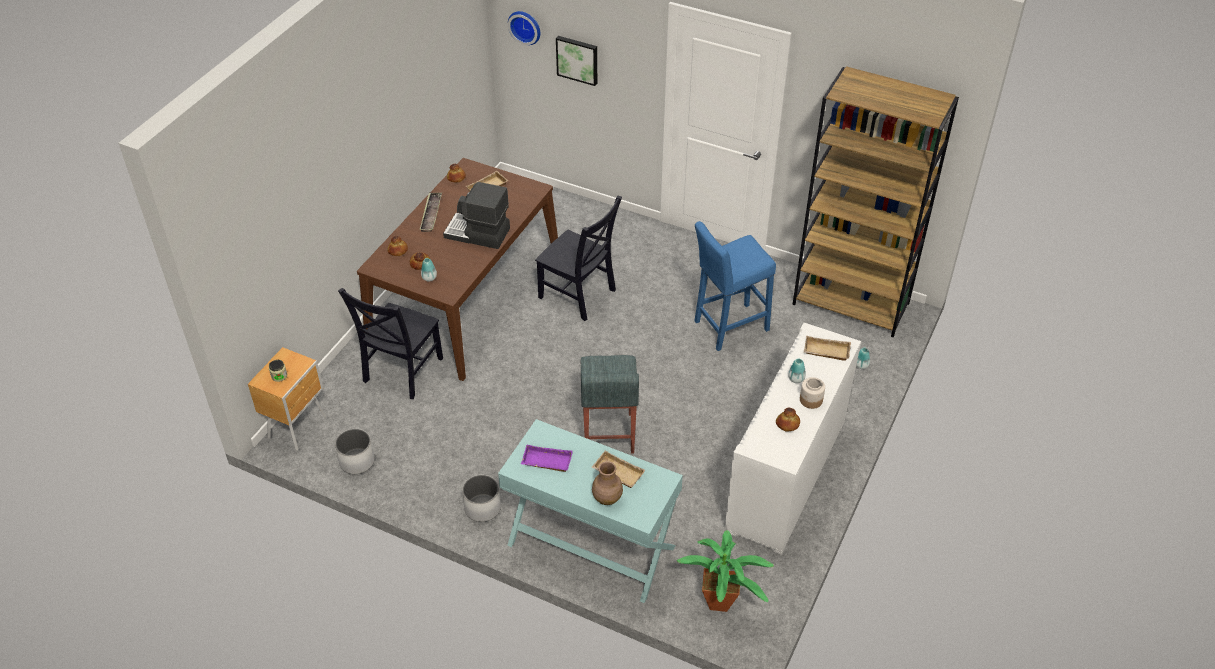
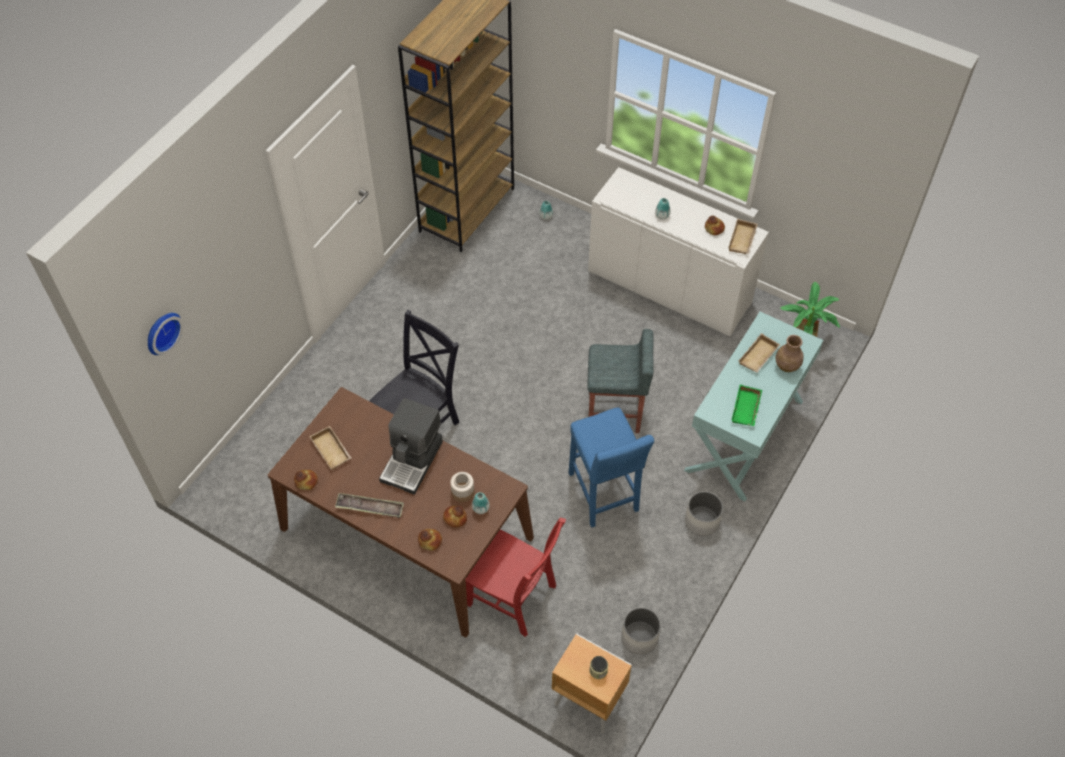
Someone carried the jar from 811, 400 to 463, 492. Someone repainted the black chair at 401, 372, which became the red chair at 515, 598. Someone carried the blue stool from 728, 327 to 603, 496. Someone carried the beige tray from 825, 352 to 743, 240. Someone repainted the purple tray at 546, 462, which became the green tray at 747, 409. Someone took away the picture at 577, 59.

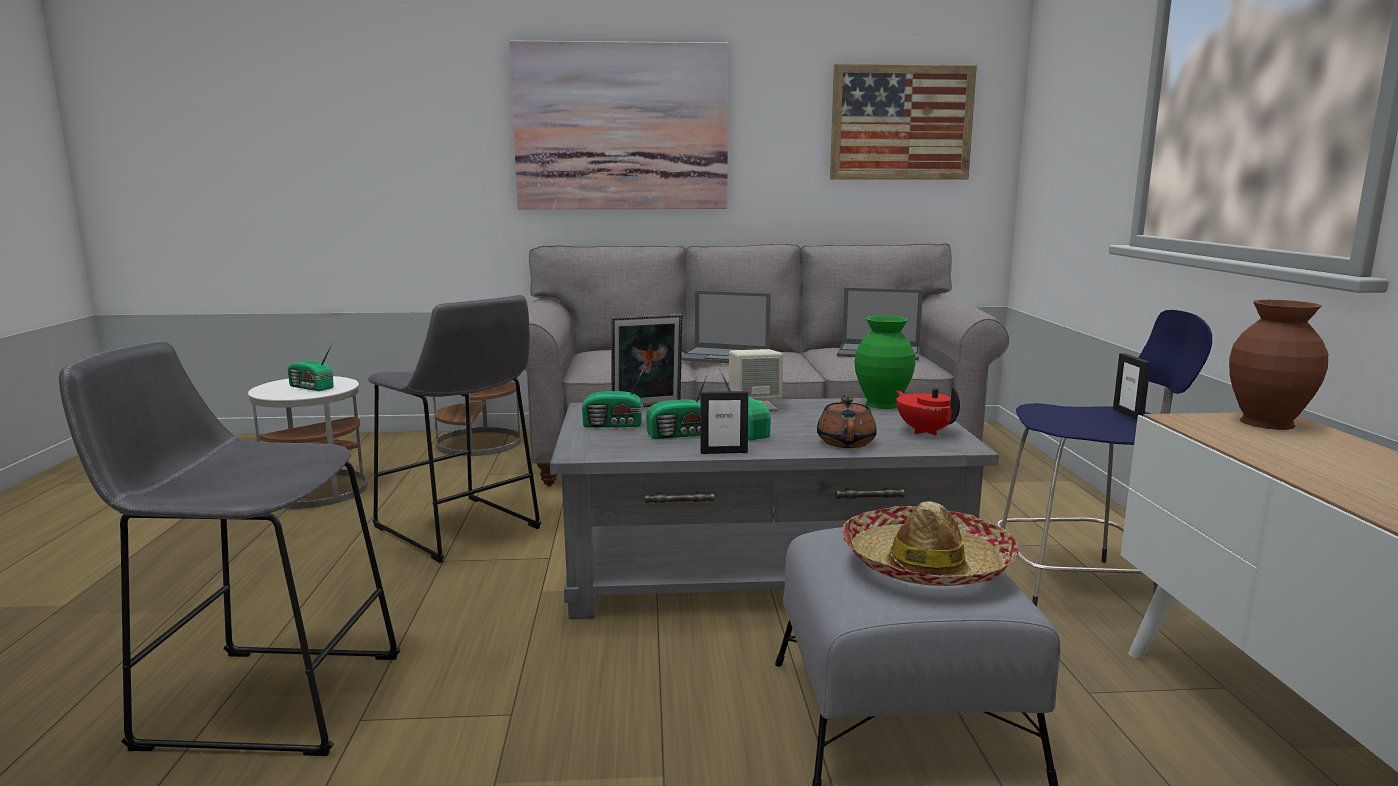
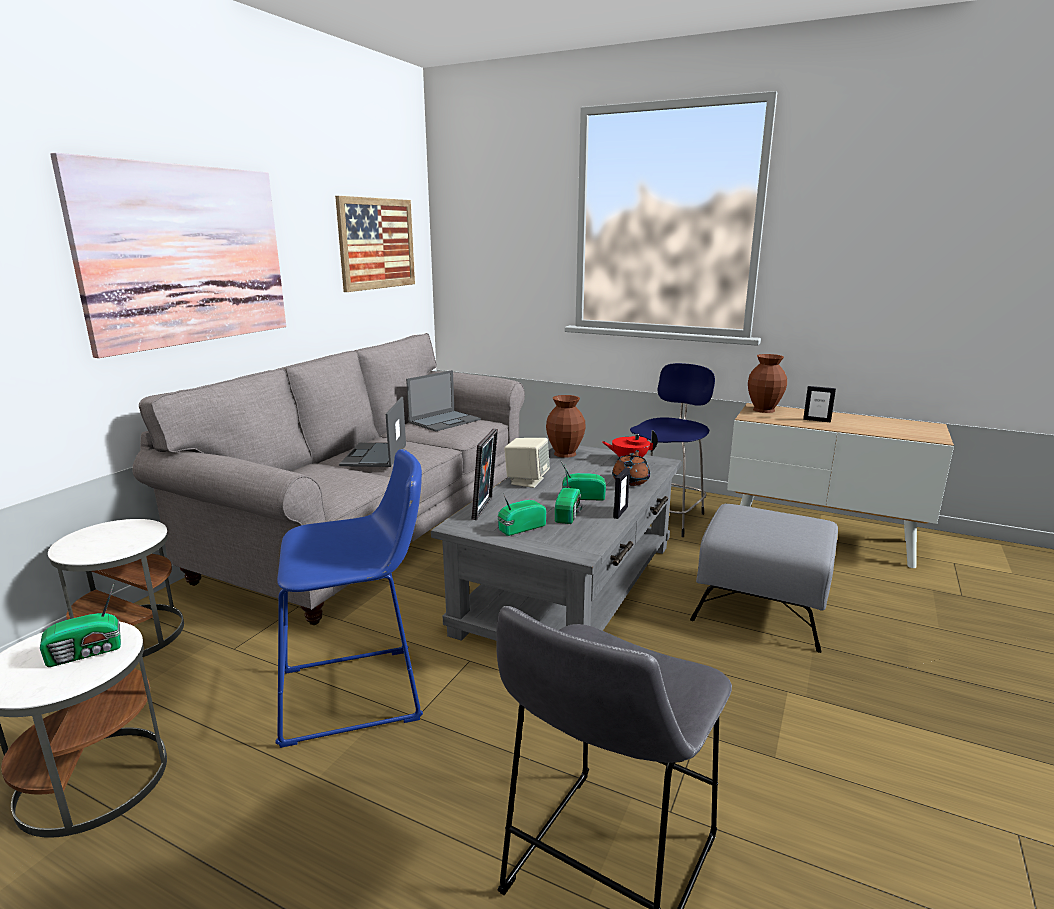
Someone repainted the grey stool at 461, 530, which became the blue stool at 359, 693. Someone rotated the laptop at 725, 356 by 135 degrees clockwise. Someone rotated the radio at 614, 425 by 150 degrees counterclockwise. Someone repainted the green vase at 882, 404, which became the brown vase at 564, 453. Someone rotated the brown teapot at 846, 442 by 75 degrees clockwise. Someone carried the picture frame from 1128, 414 to 816, 420. Someone took away the hat at 925, 564.

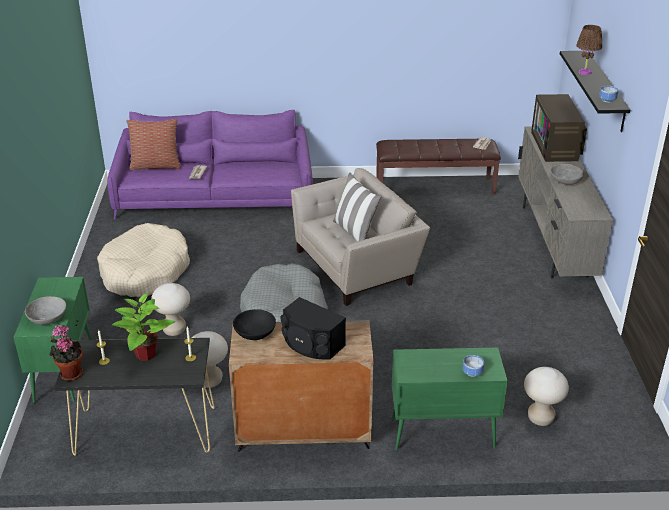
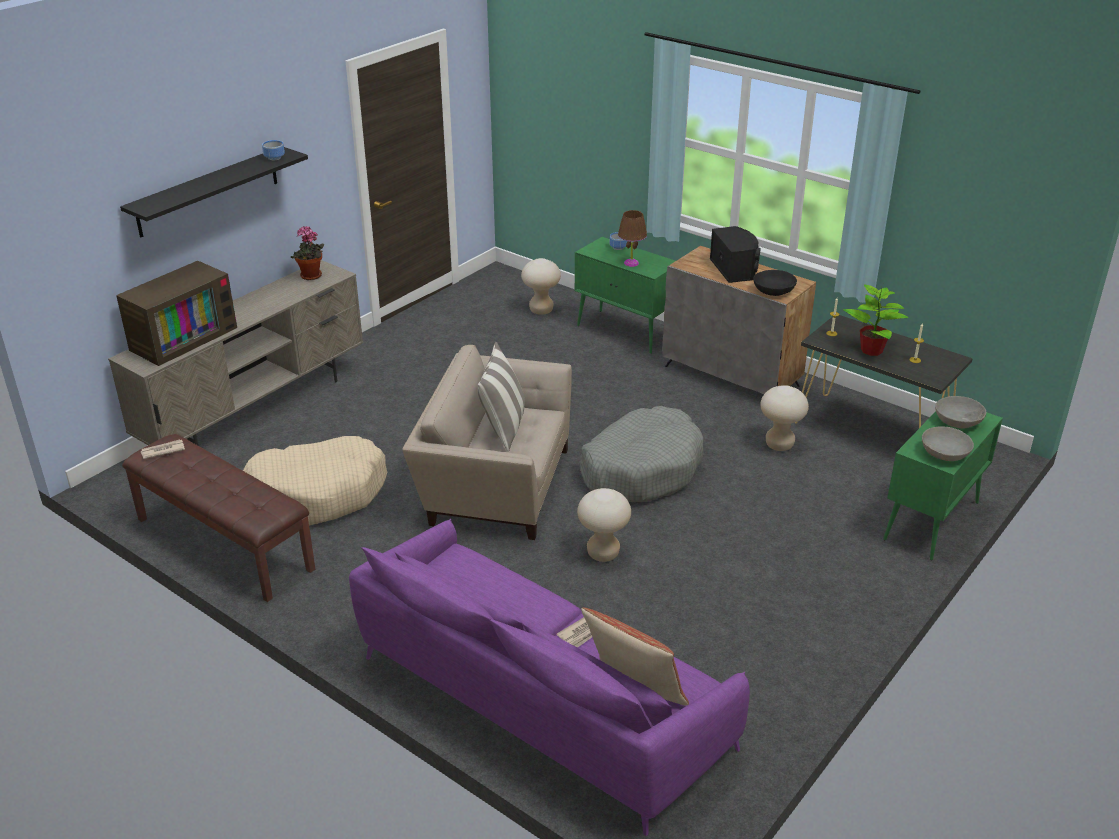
Someone carried the beige dog bed from 145, 272 to 318, 493. Someone carried the potted plant from 70, 373 to 311, 277. Someone carried the beige stool from 174, 330 to 603, 553. Someone carried the brown table lamp from 584, 72 to 631, 263. Someone carried the grey bowl from 565, 180 to 945, 454.

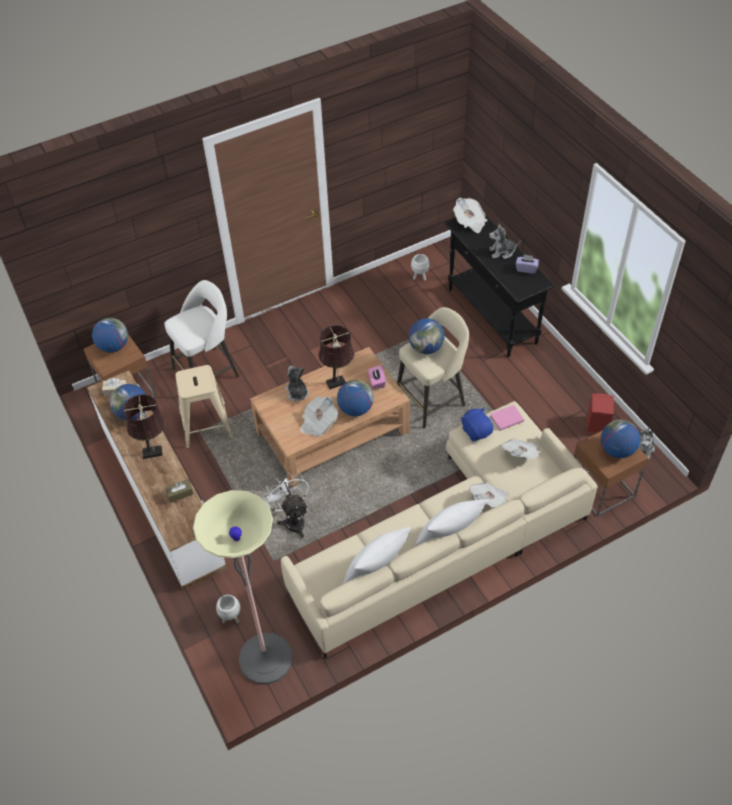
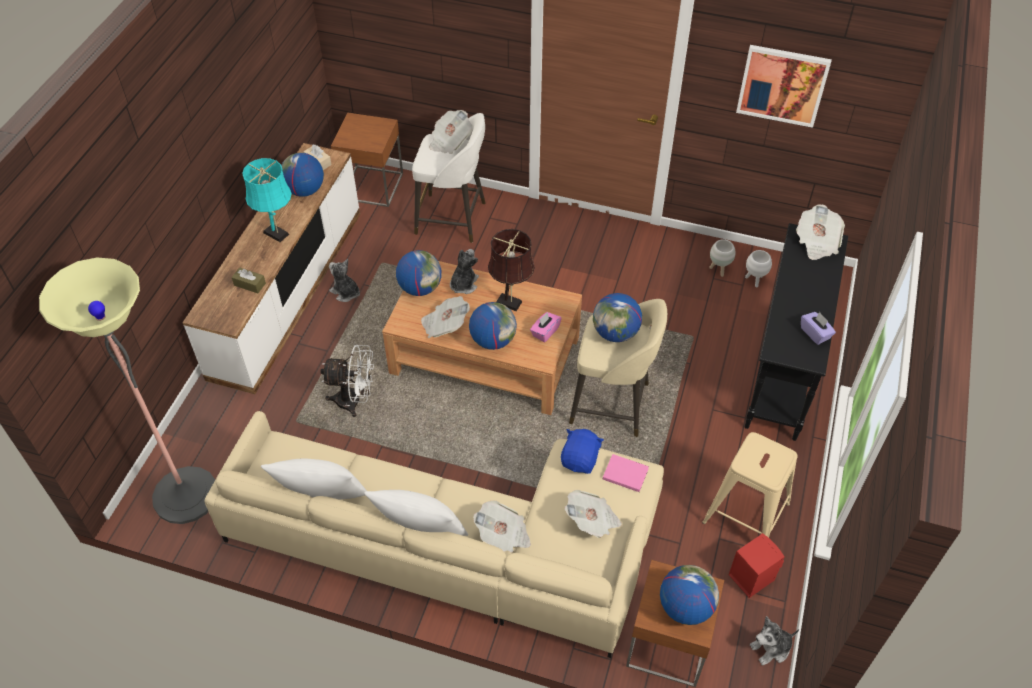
Someone repainted the brown table lamp at 154, 452, which became the turquoise table lamp at 278, 235. Someone rotated the white fan at 293, 519 by 75 degrees clockwise. Someone carried the plush toy from 502, 252 to 345, 292. Someone carried the globe from 113, 346 to 420, 288. Someone put down the newspaper at 450, 142. Someone carried the beige stool from 205, 425 to 746, 513. Someone carried the white planter from 231, 618 to 719, 269. Someone put up the picture at 782, 85.

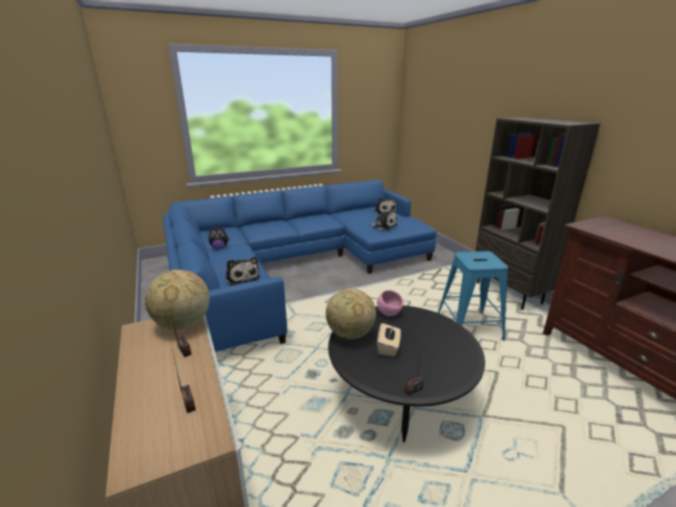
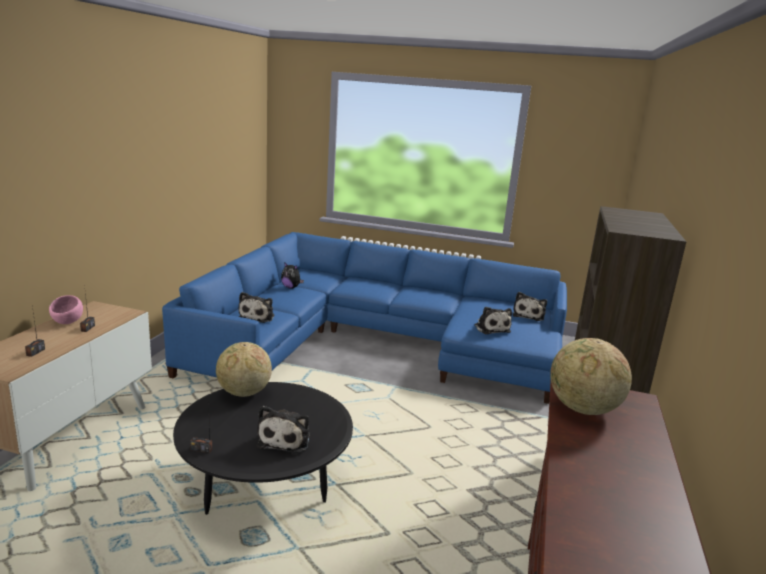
Someone carried the pink bowl from 389, 313 to 68, 322. Someone put down the plush toy at 285, 439. Someone carried the globe from 182, 324 to 582, 409. Someone took away the beige tissue box at 388, 347. Someone took away the blue stool at 468, 327.

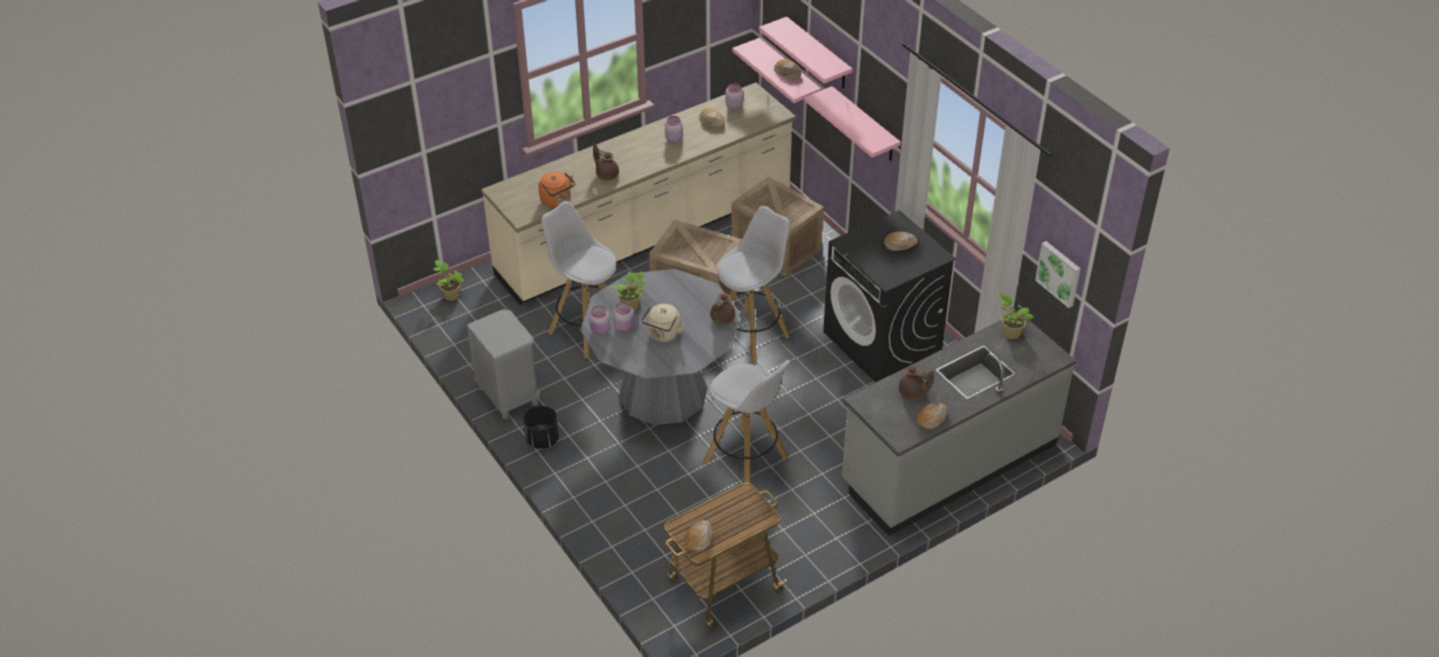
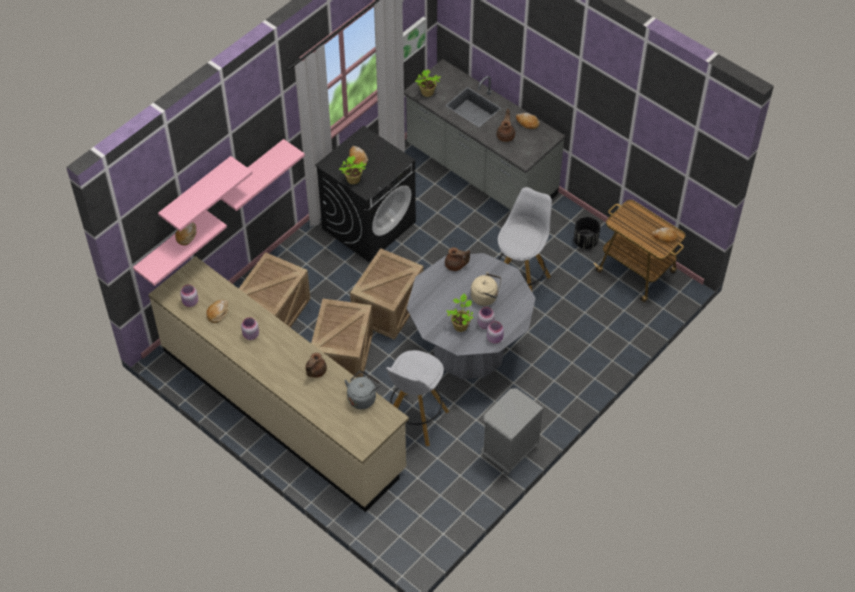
Someone carried the potted plant from 450, 295 to 353, 180. Someone repainted the orange kettle at 557, 201, which became the grey kettle at 362, 397. Someone swapped the white stool at 751, 336 for the crate at 387, 307. Someone carried the black planter from 542, 440 to 586, 241.

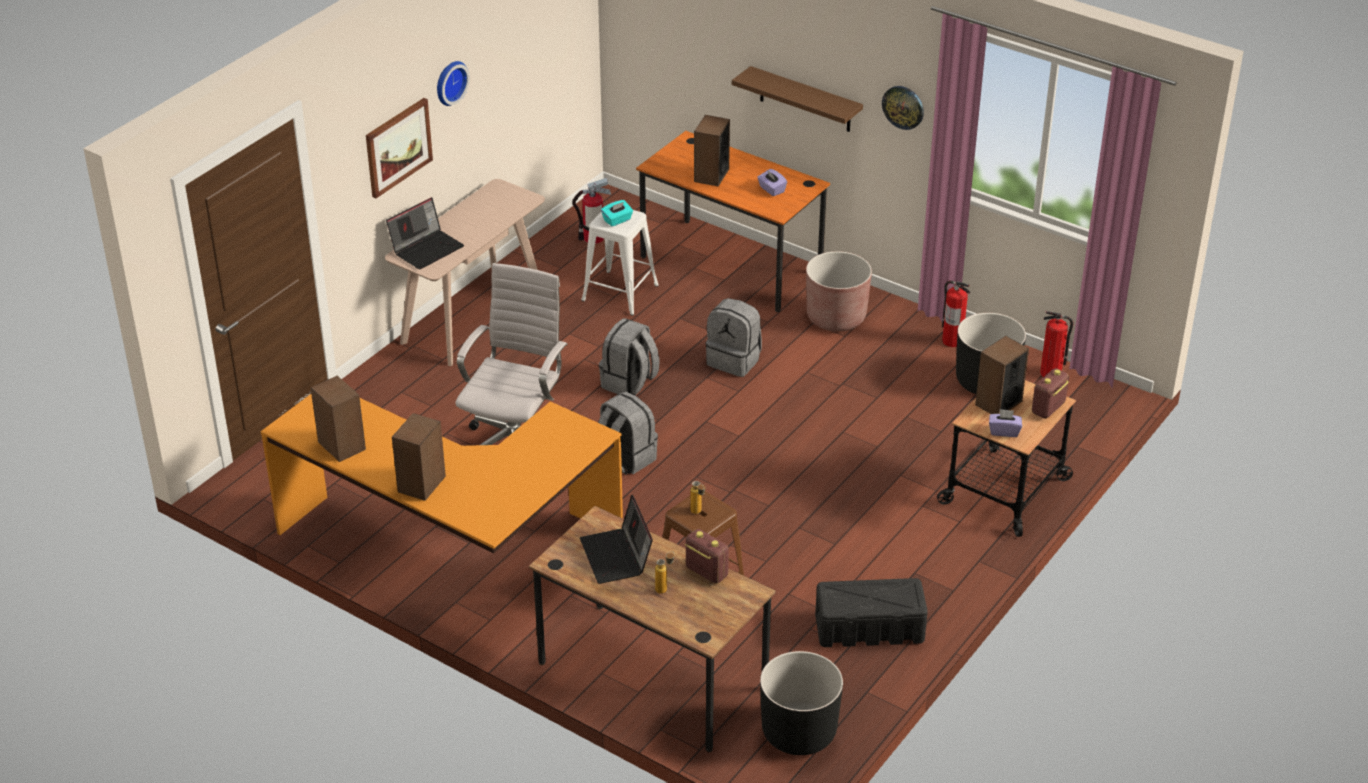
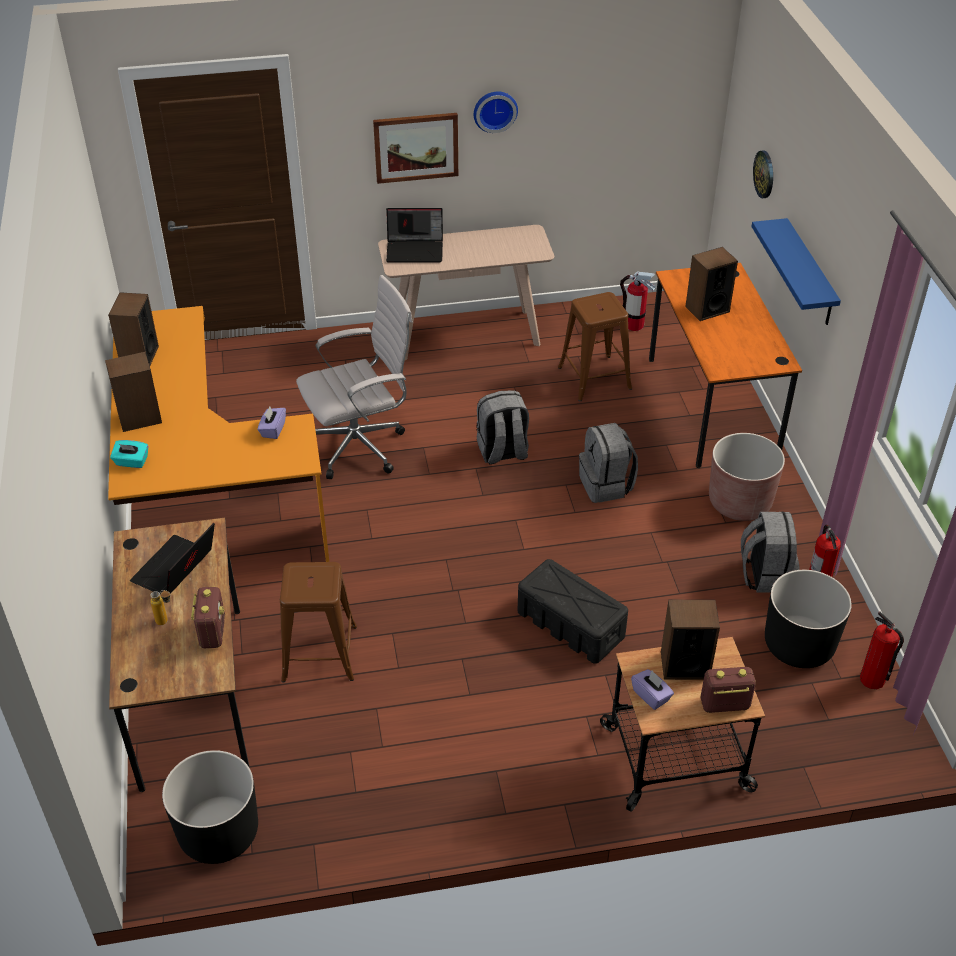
Someone carried the turquoise tissue box from 617, 220 to 131, 462. Someone carried the purple tissue box from 771, 190 to 273, 430. Someone carried the black storage box from 870, 628 to 571, 625. Someone repainted the white stool at 620, 292, which became the brown stool at 594, 377. Someone carried the grey backpack from 625, 458 to 765, 574. Someone repainted the brown shelf at 805, 100, which became the blue shelf at 809, 274. Someone carried the wall clock from 903, 107 to 764, 174. Someone took away the bottle at 698, 513.

